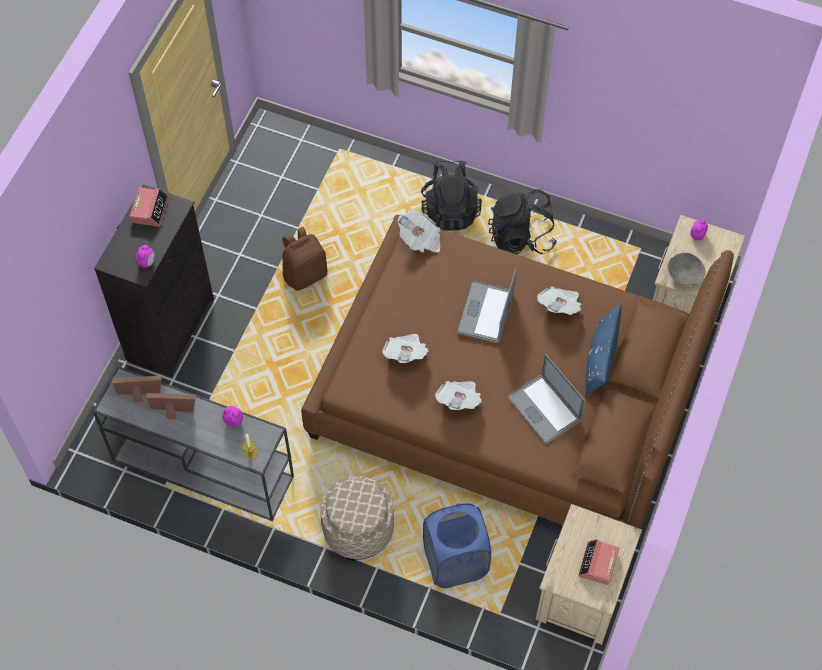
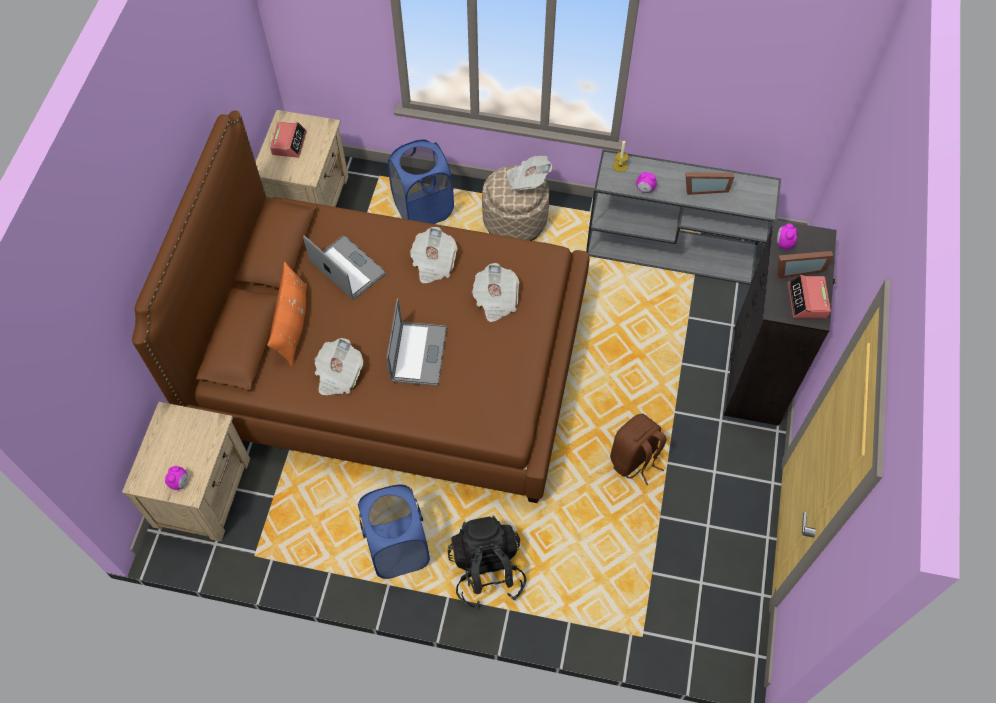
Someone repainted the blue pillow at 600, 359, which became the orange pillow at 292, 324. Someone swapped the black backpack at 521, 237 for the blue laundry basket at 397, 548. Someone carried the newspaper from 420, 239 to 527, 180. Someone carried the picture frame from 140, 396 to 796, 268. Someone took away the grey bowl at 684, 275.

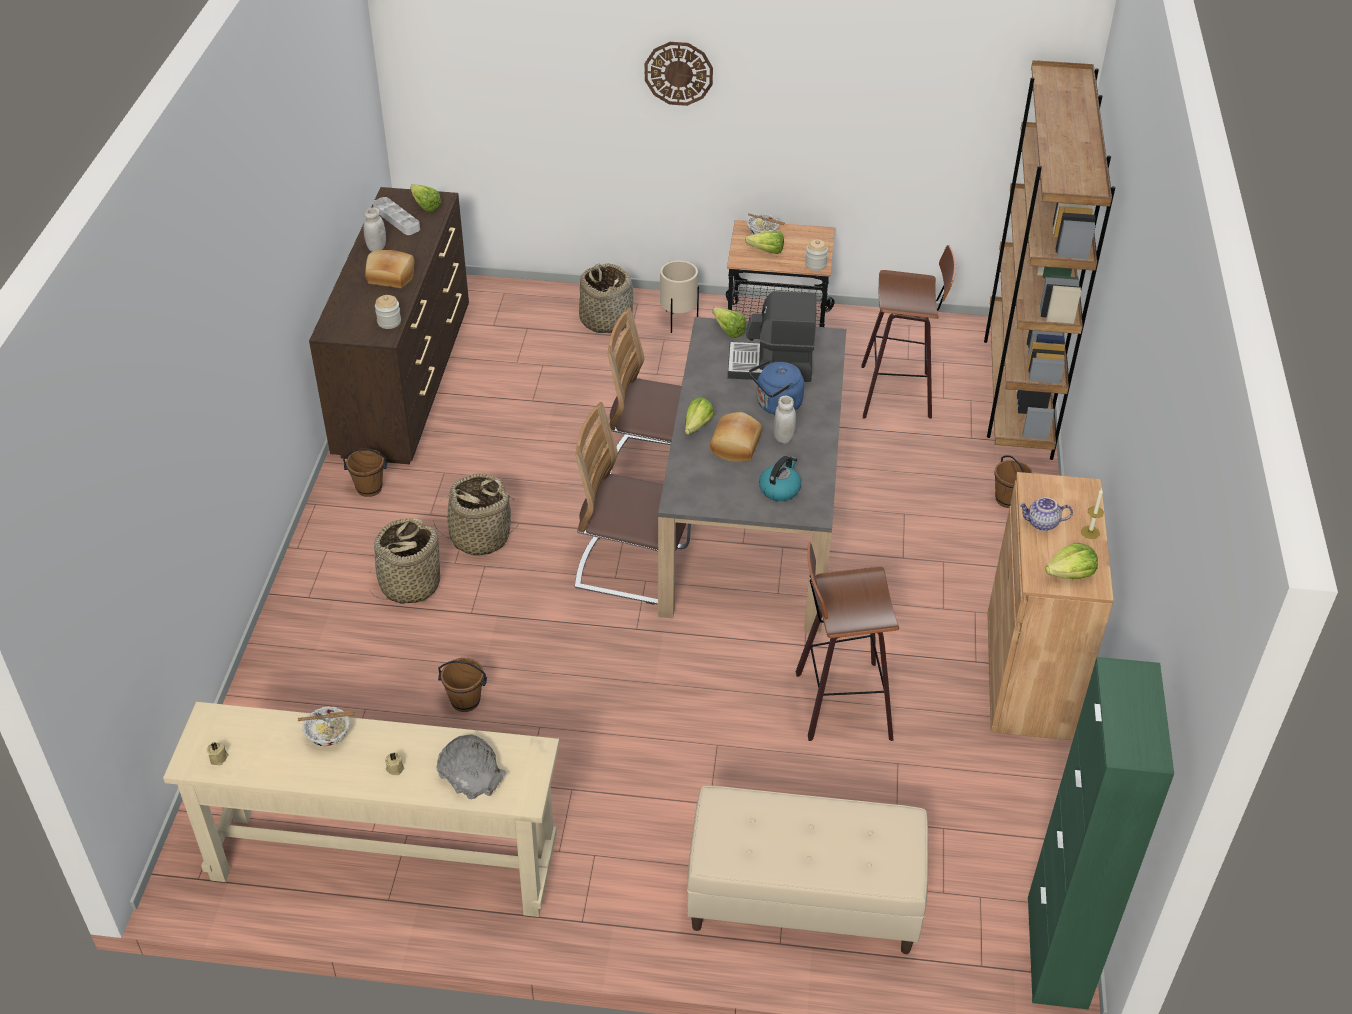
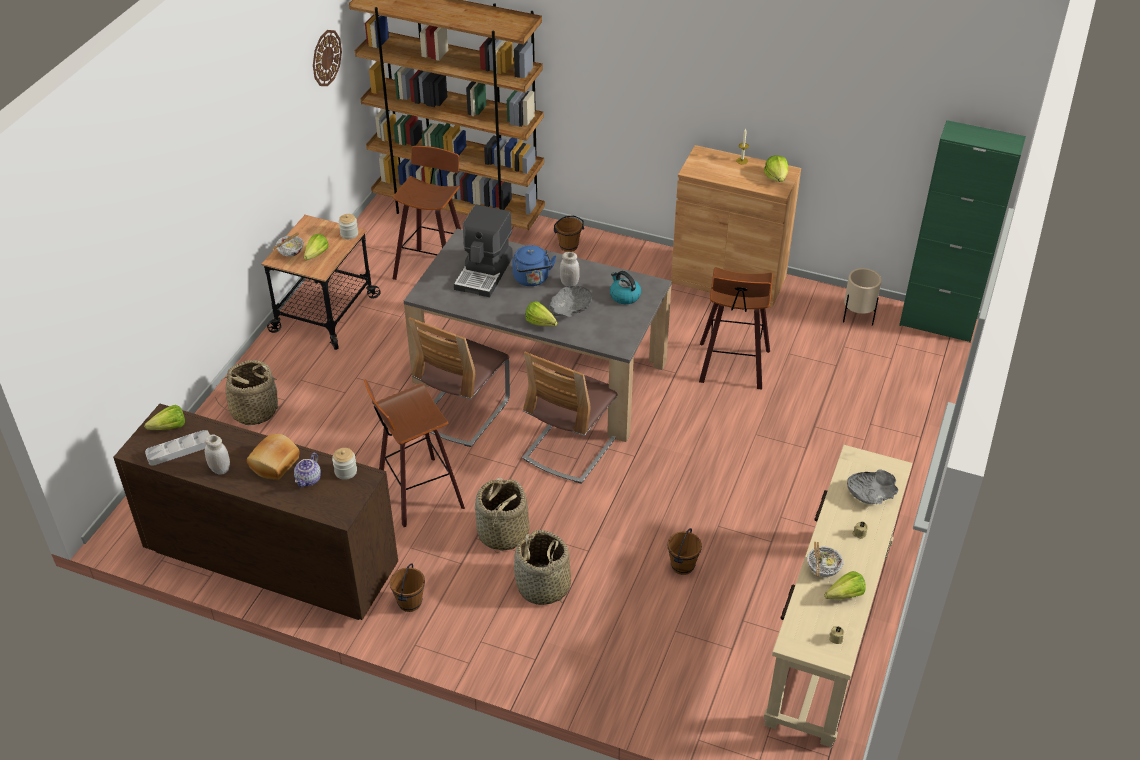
Someone carried the teapot from 1042, 524 to 309, 480. Someone carried the wall clock from 678, 73 to 326, 58. Someone put down the stool at 417, 494. Someone swapped the bread at 736, 446 for the grey bowl at 570, 307. Someone carried the lettuce from 727, 329 to 841, 596. Someone carried the beige planter from 678, 321 to 857, 319. Someone took away the beige bench at 802, 902.

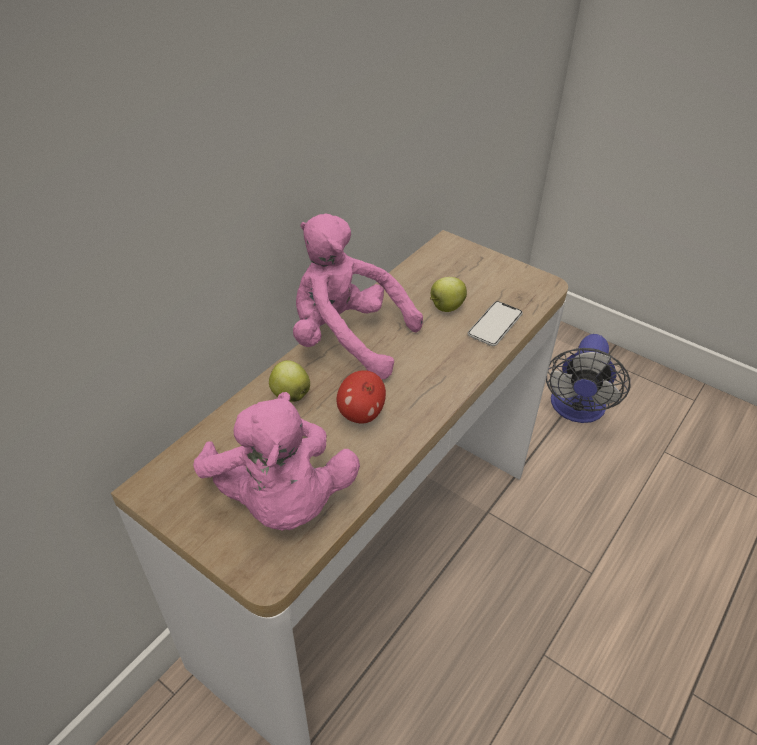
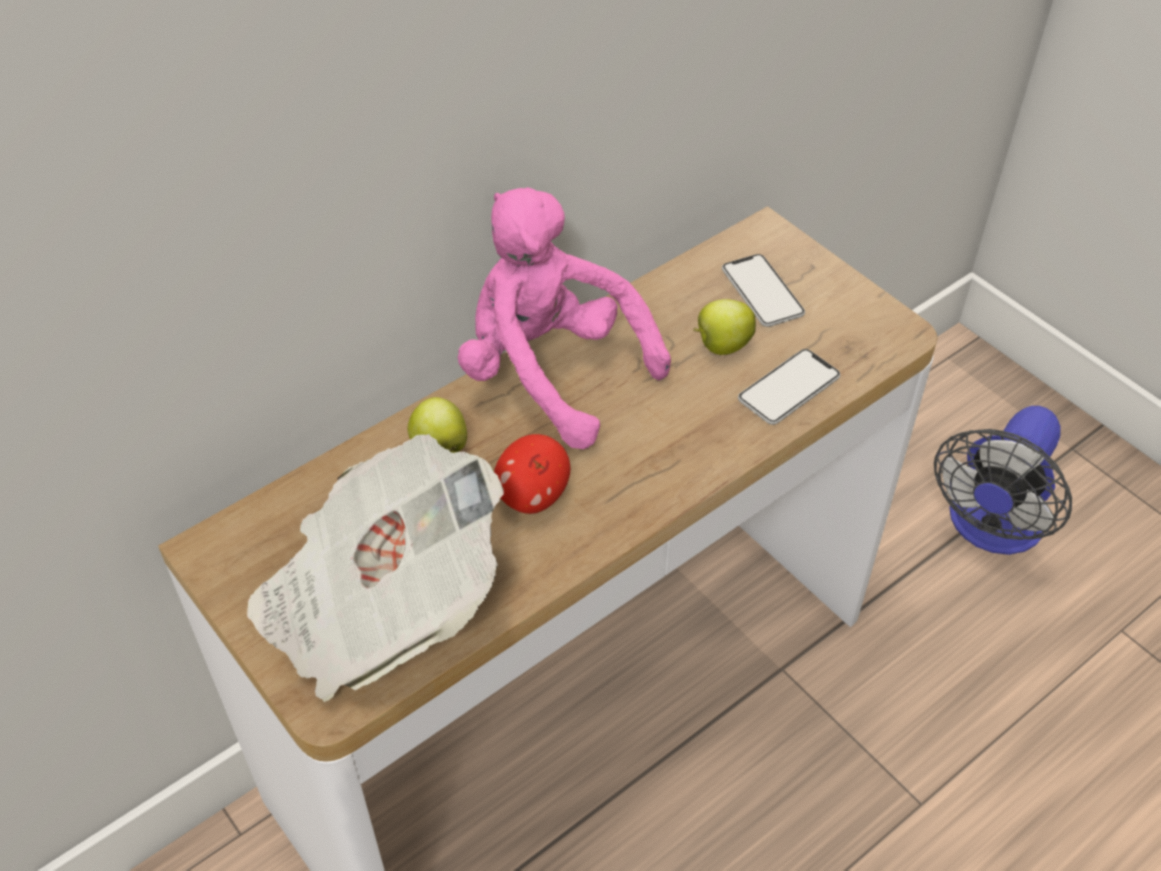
Someone swapped the pink plush toy at 281, 500 for the newspaper at 379, 603. Someone put down the phone at 762, 292.

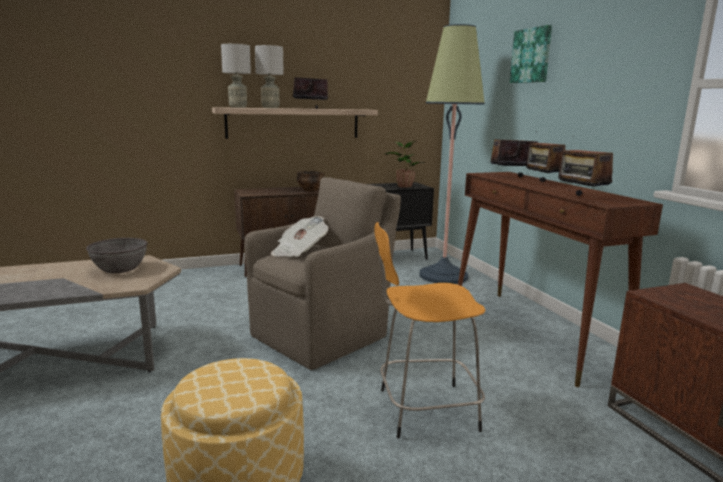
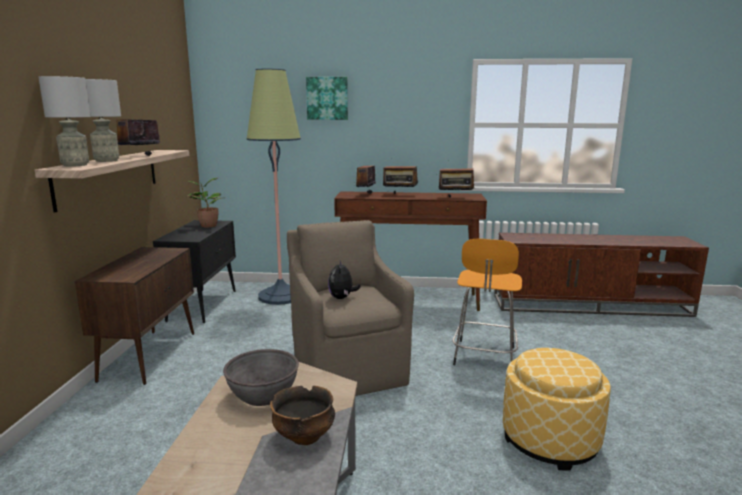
Someone carried the bowl from 311, 190 to 304, 436. Someone swapped the newspaper at 299, 252 for the plush toy at 342, 298.

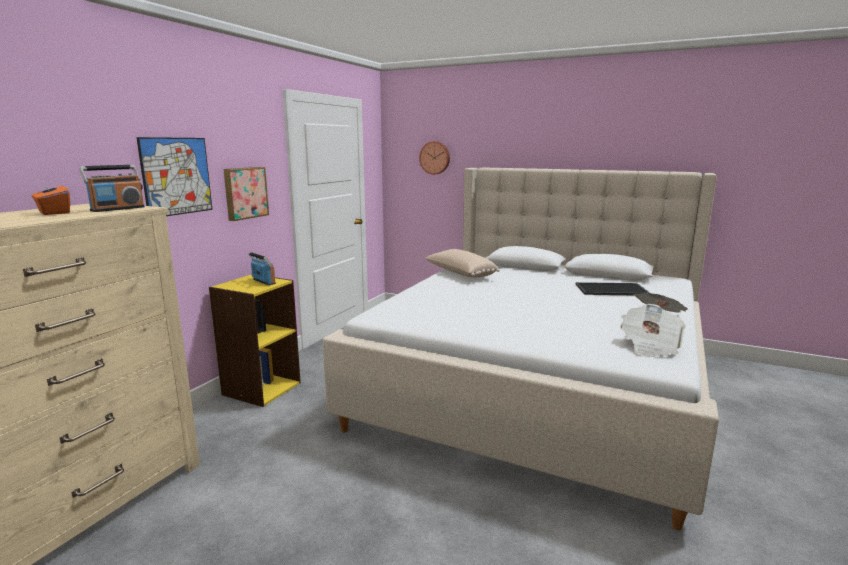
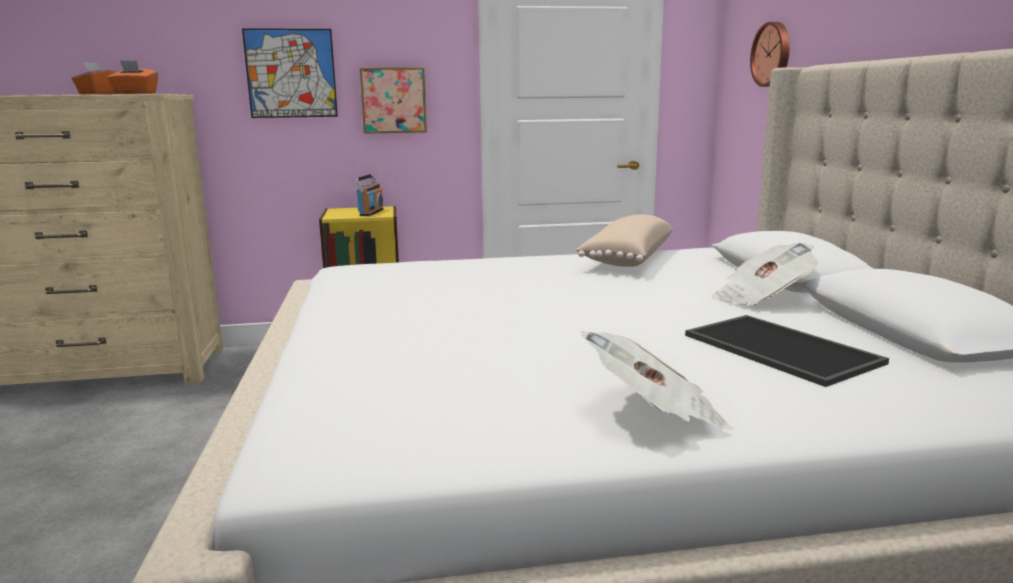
Someone swapped the radio at 117, 209 for the orange tissue box at 135, 93. Someone carried the newspaper from 650, 346 to 760, 299.

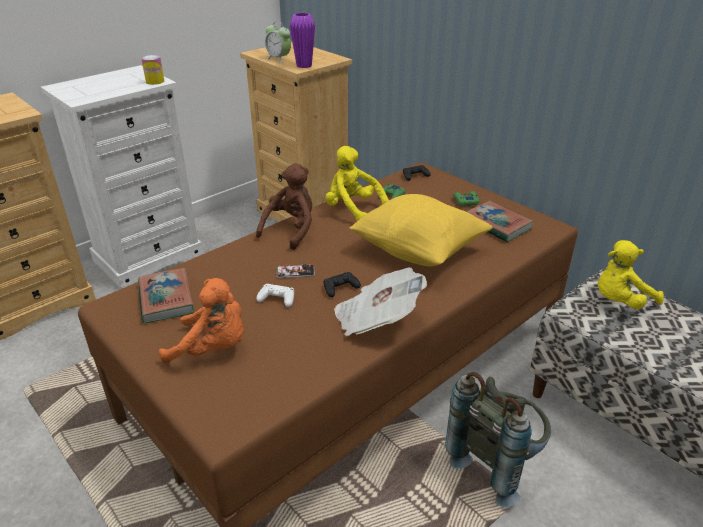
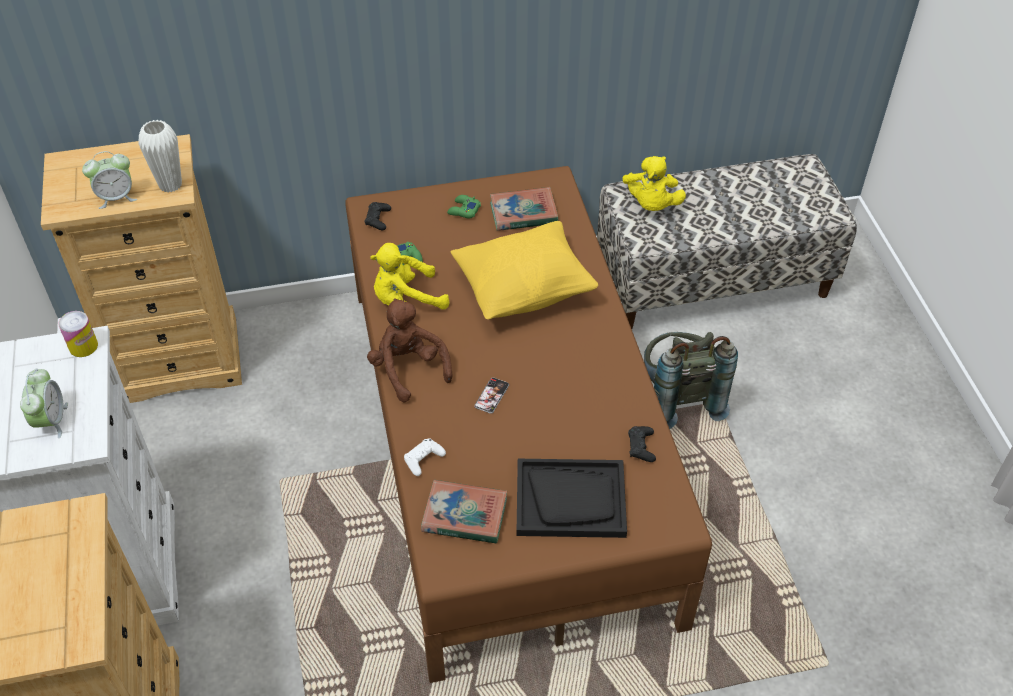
Someone put down the alarm clock at 51, 420. Someone repainted the purple vase at 304, 66, which became the white vase at 170, 185. Someone carried the white game controller from 277, 299 to 423, 459. Someone swapped the orange plush toy at 213, 348 for the black tray at 571, 500. Someone carried the black game controller from 340, 288 to 641, 447. Someone took away the newspaper at 376, 319.

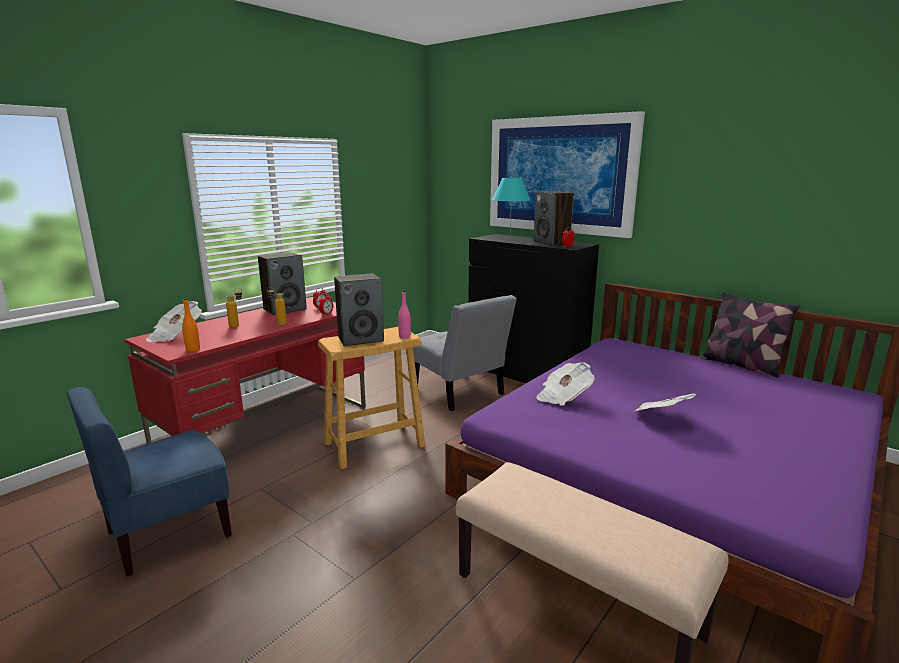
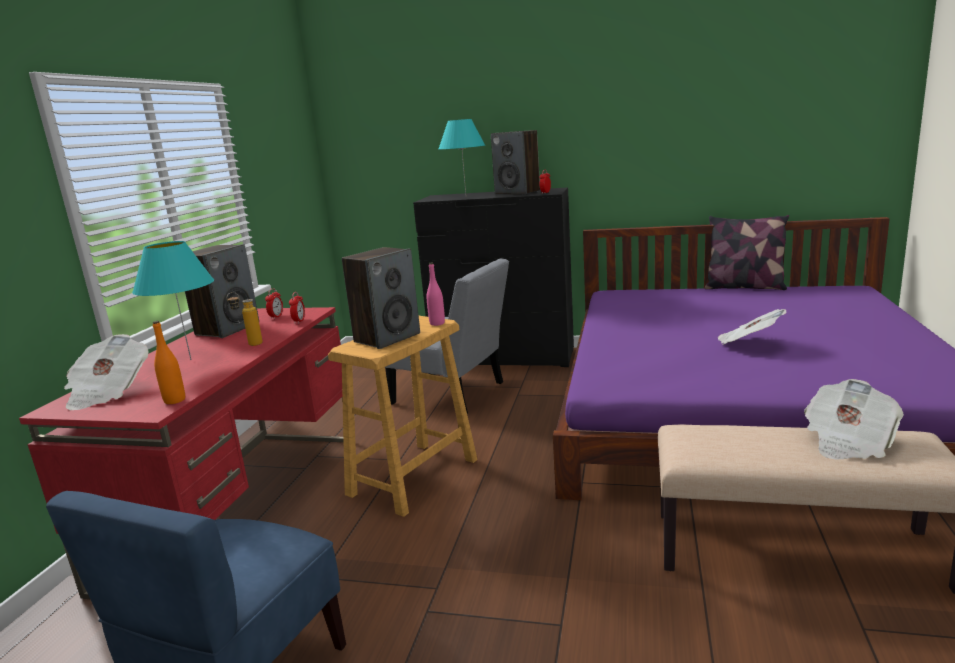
Someone swapped the bottle at 237, 325 for the turquoise table lamp at 190, 360. Someone carried the newspaper from 563, 397 to 847, 442. Someone took away the picture at 559, 175.

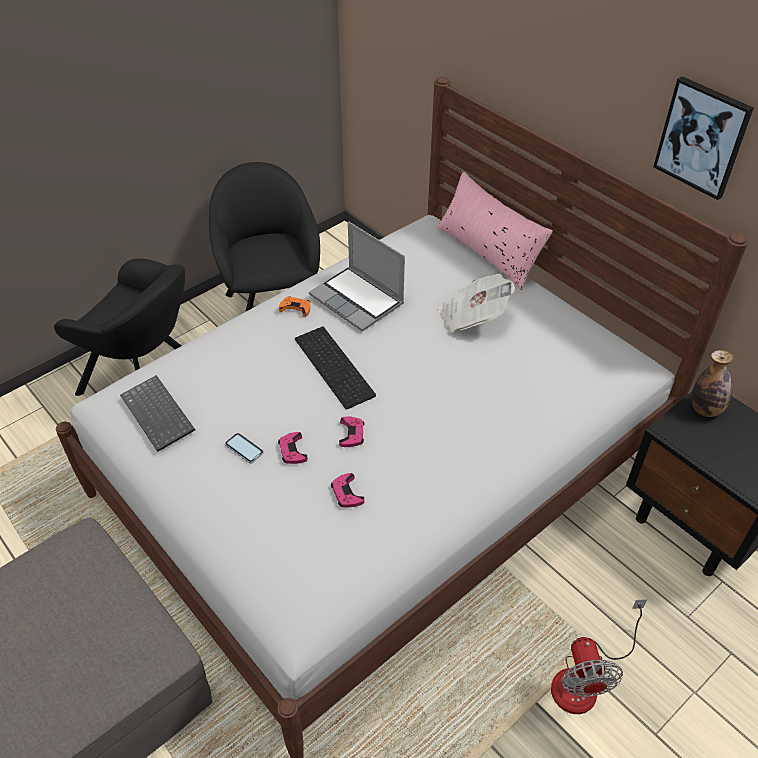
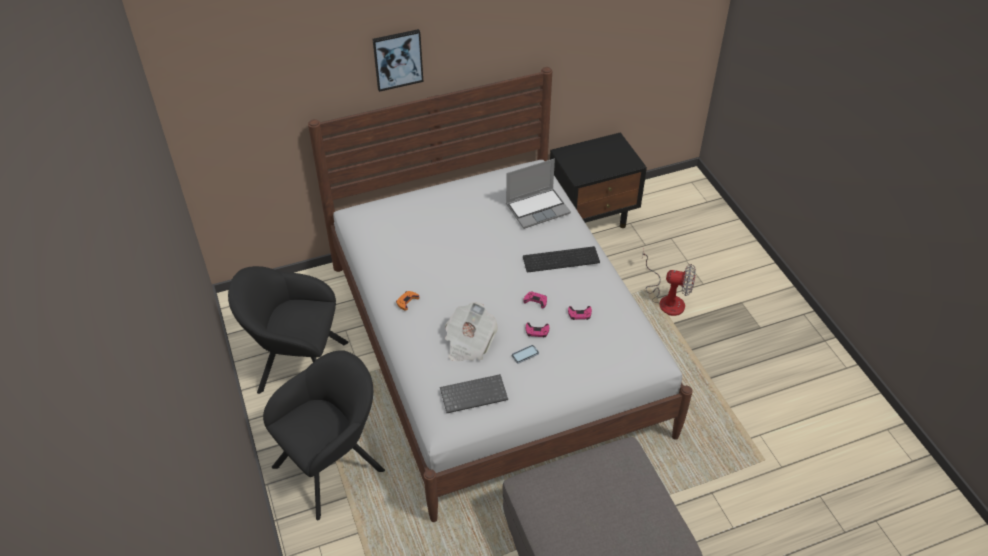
Someone carried the picture from 702, 137 to 397, 59. Someone carried the newspaper from 472, 316 to 469, 343. Someone carried the laptop from 358, 300 to 538, 208. Someone carried the keyboard from 336, 367 to 561, 258. Someone took away the pink pillow at 488, 251. Someone took away the bottle at 705, 409.

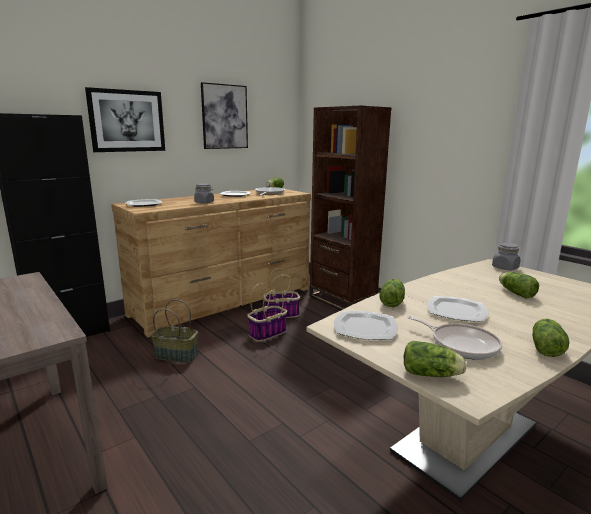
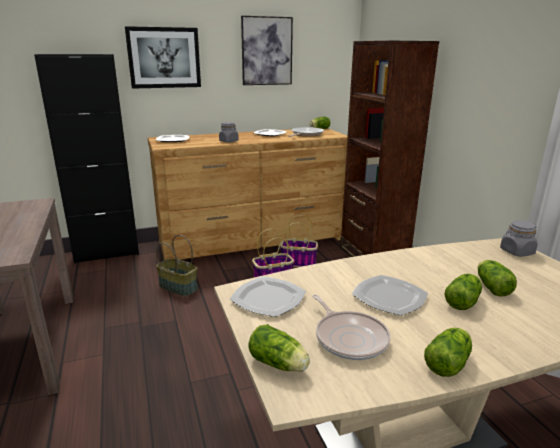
Someone carried the lettuce from 392, 301 to 463, 301.

